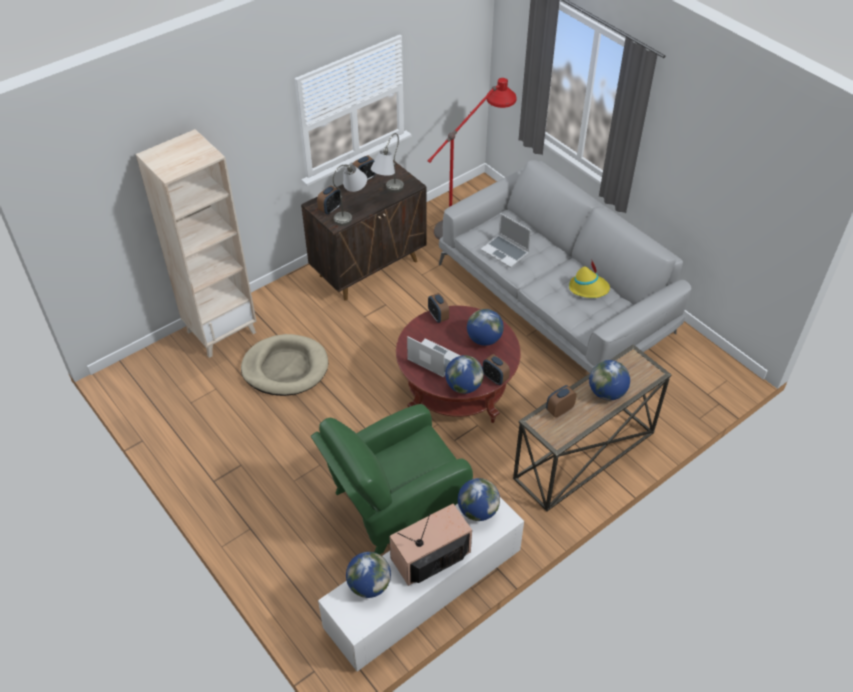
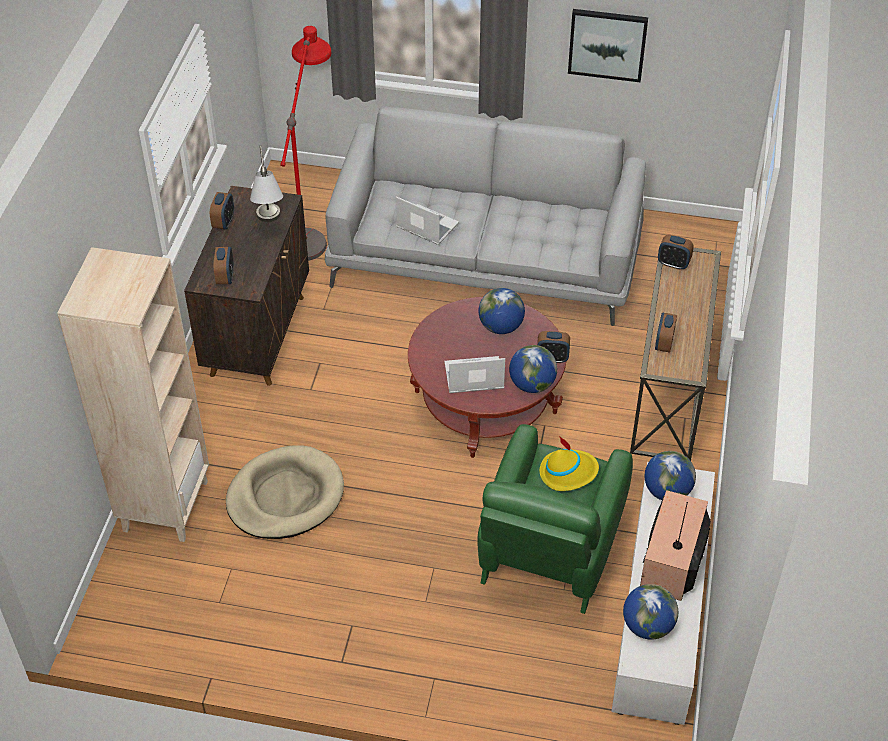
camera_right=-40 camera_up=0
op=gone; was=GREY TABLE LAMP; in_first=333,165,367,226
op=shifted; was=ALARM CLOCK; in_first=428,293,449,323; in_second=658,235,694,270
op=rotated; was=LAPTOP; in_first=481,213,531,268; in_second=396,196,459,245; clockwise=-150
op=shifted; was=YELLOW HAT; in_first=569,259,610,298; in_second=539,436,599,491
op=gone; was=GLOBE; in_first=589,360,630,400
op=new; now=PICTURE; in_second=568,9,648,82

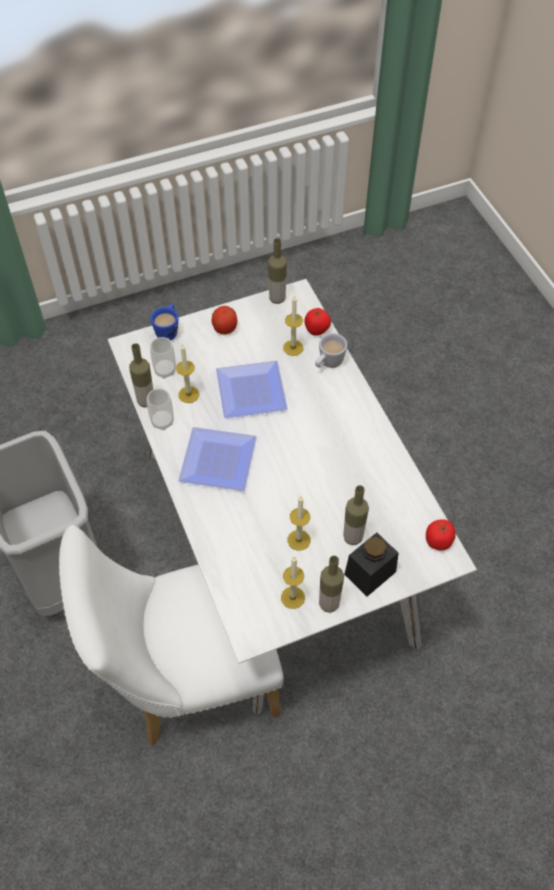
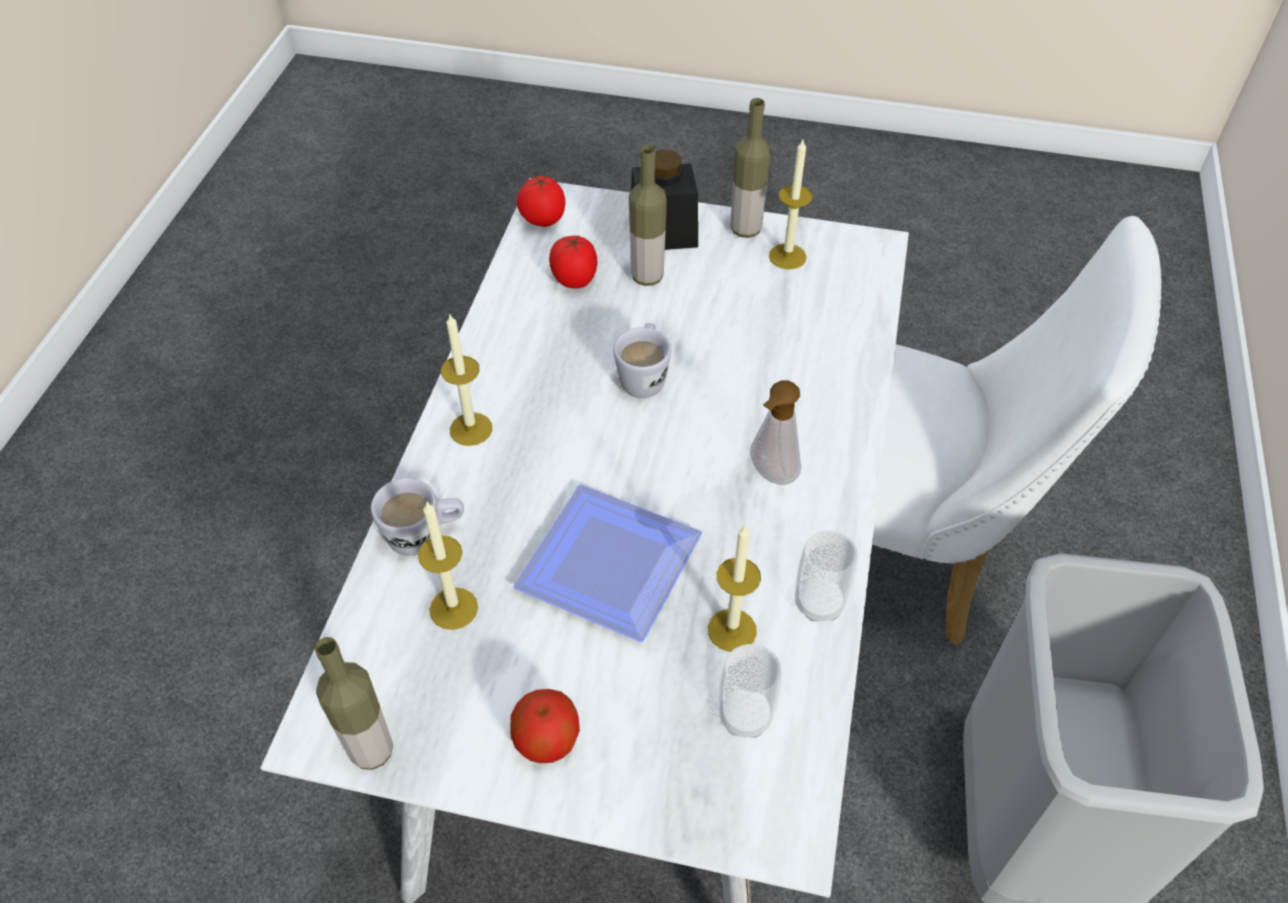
camera_right=-145 camera_up=-5
op=gone; was=BOTTLE; in_first=129,343,153,408
op=gone; was=BLUE MUG; in_first=151,304,178,340
op=swapped; was=PLATE; now=SOAP DISPENSER; in_first=178,427,257,491; in_second=750,380,801,485
op=shifted; was=CANDLE; in_first=287,496,311,551; in_second=441,313,492,446
op=shifted; was=TOMATO; in_first=304,308,331,336; in_second=549,235,598,289
op=new; now=WHITE MUG; in_second=613,323,671,398

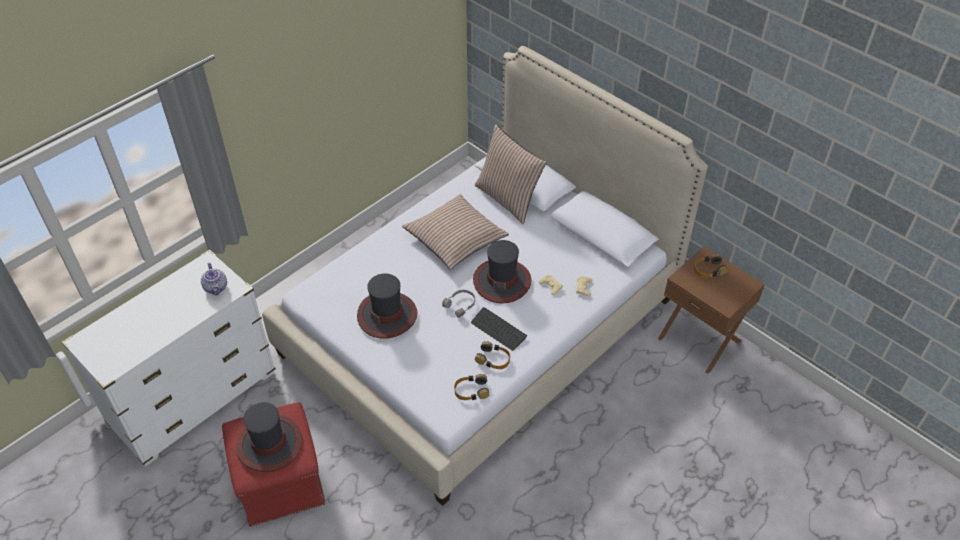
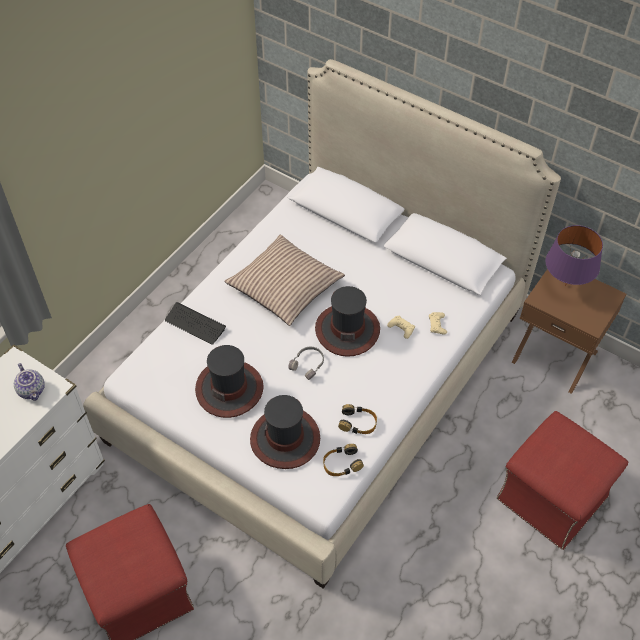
camera_right=-10 camera_up=5
op=shifted; was=HAT; in_first=236,402,302,472; in_second=250,395,320,469
op=shifted; was=KEYBOARD; in_first=471,307,527,351; in_second=165,302,226,344
op=gone; was=PILLOW; in_first=475,124,547,224
op=swapped; was=HEADPHONES; now=PURPLE TABLE LAMP; in_first=694,254,728,278; in_second=545,225,603,286
op=new; now=RED OTTOMAN; in_second=496,411,628,550

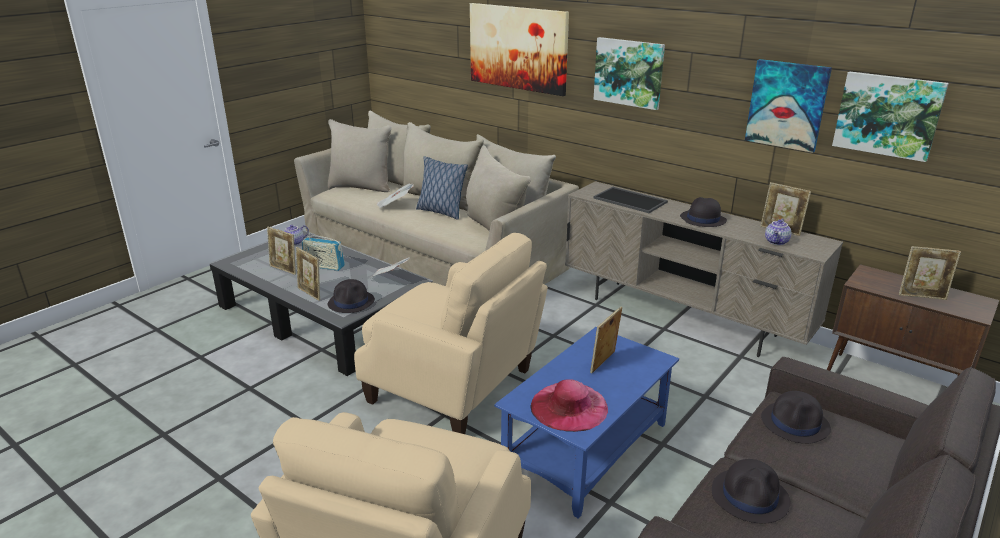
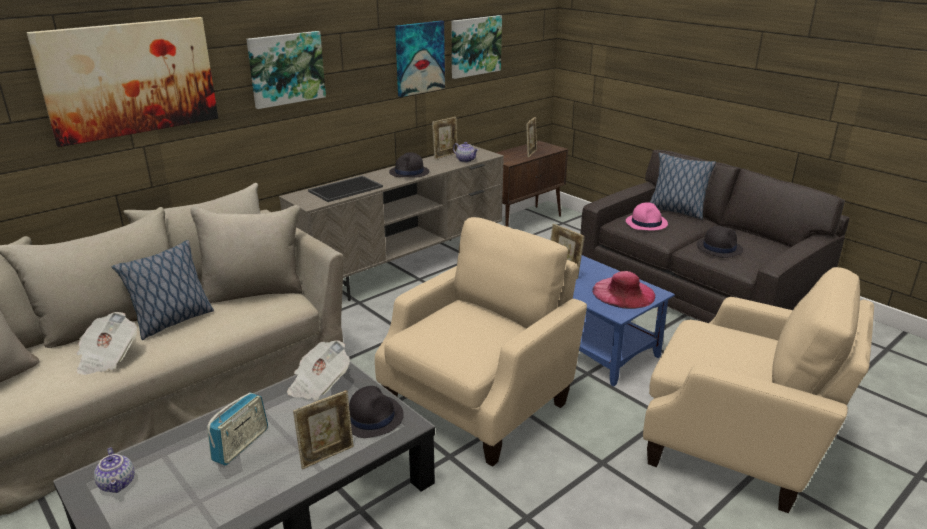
camera_right=-80 camera_up=0
op=gone; was=PICTURE FRAME; in_first=267,227,296,275
op=repainted; was=BLACK HAT; now=PINK HAT; in_first=761,391,831,444; in_second=626,202,668,230
op=new; now=PILLOW; in_second=650,153,716,220

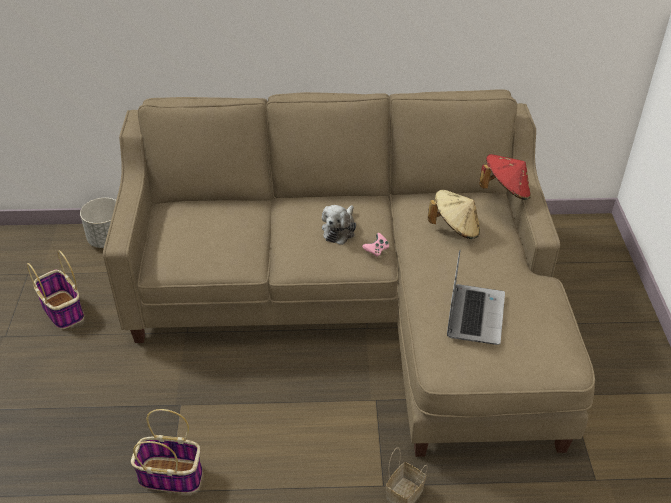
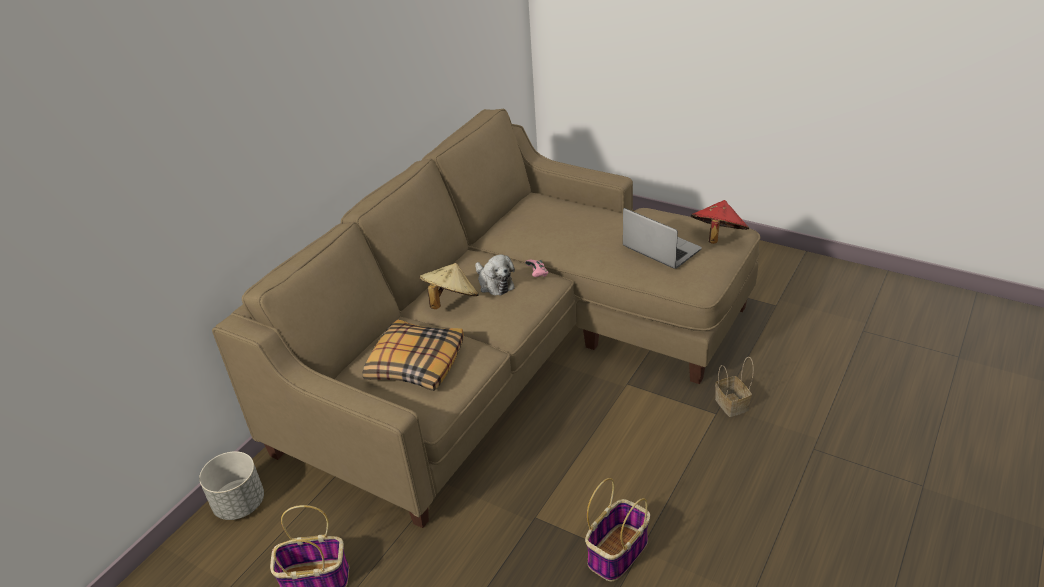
camera_right=-55 camera_up=-5
op=shifted; was=BEIGE HAT; in_first=428,190,480,239; in_second=419,263,479,309
op=shifted; was=RED HAT; in_first=479,154,531,200; in_second=691,200,749,244
op=new; now=PILLOW; in_second=363,319,463,391

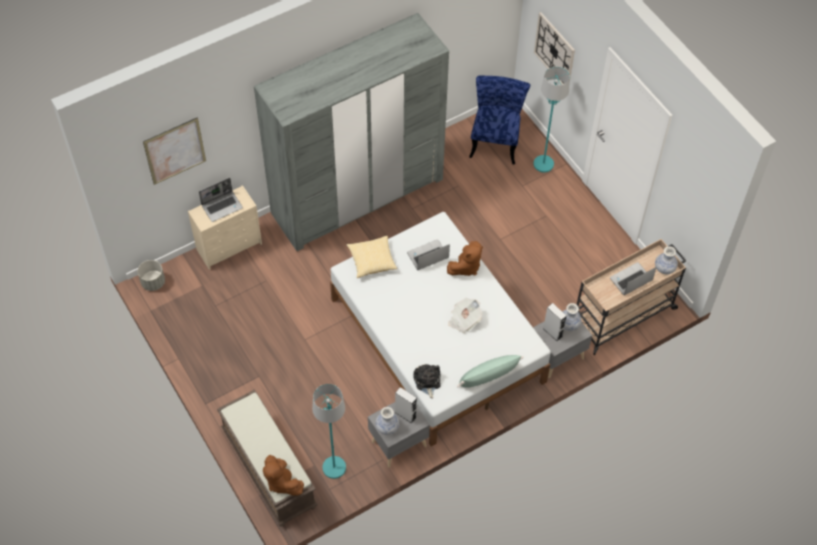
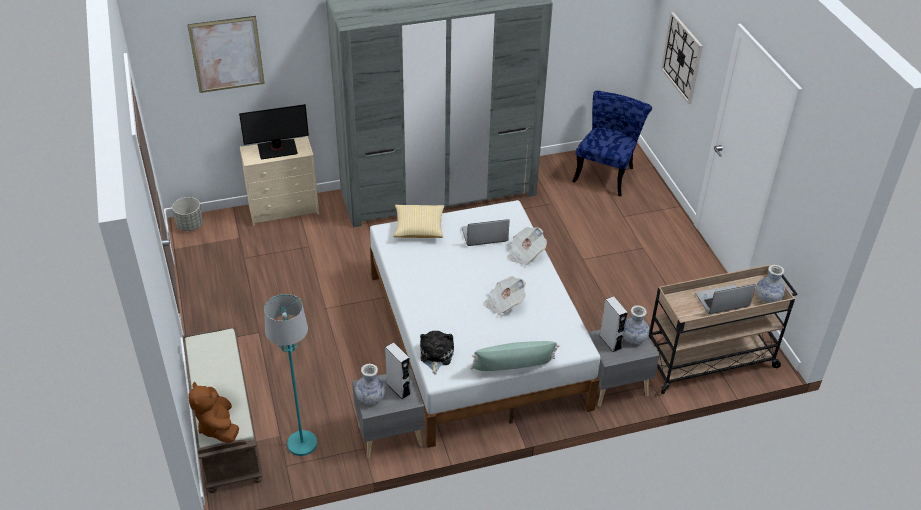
camera_right=15 camera_up=-15
op=swapped; was=LAPTOP; now=MONITOR; in_first=199,178,243,222; in_second=239,104,309,159
op=swapped; was=BROWN PLUSH TOY; now=NEWSPAPER; in_first=447,241,483,276; in_second=507,227,547,265
op=gone; was=TURQUOISE FLOOR LAMP; in_first=533,66,570,173

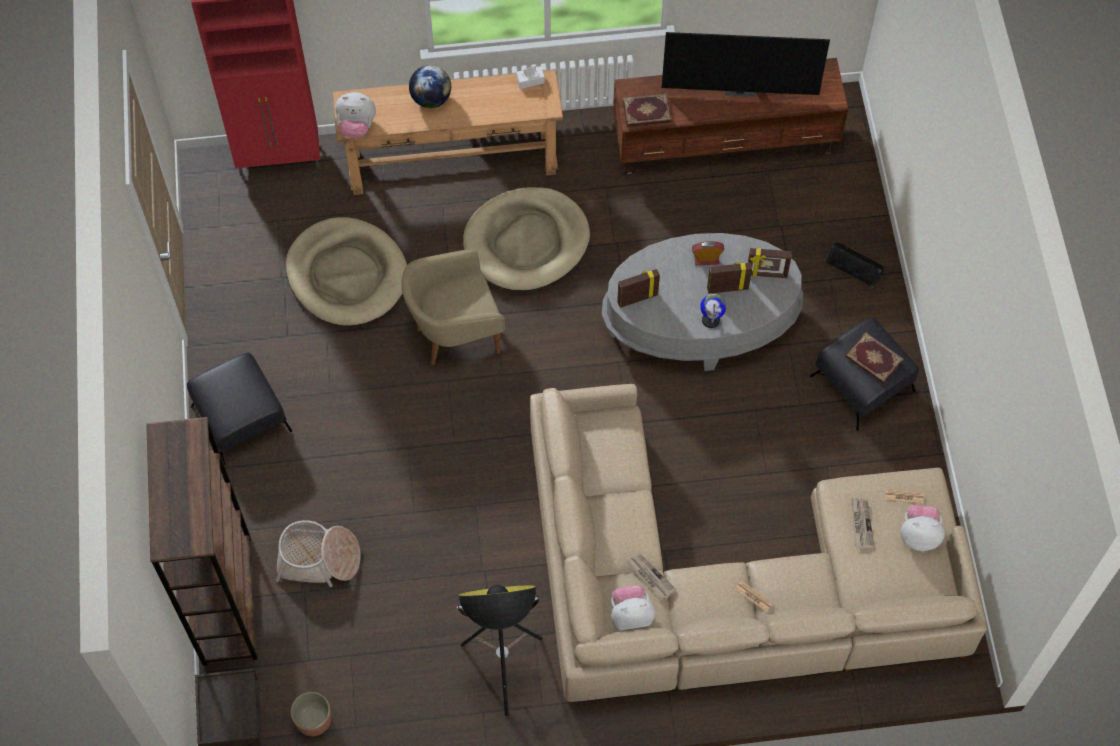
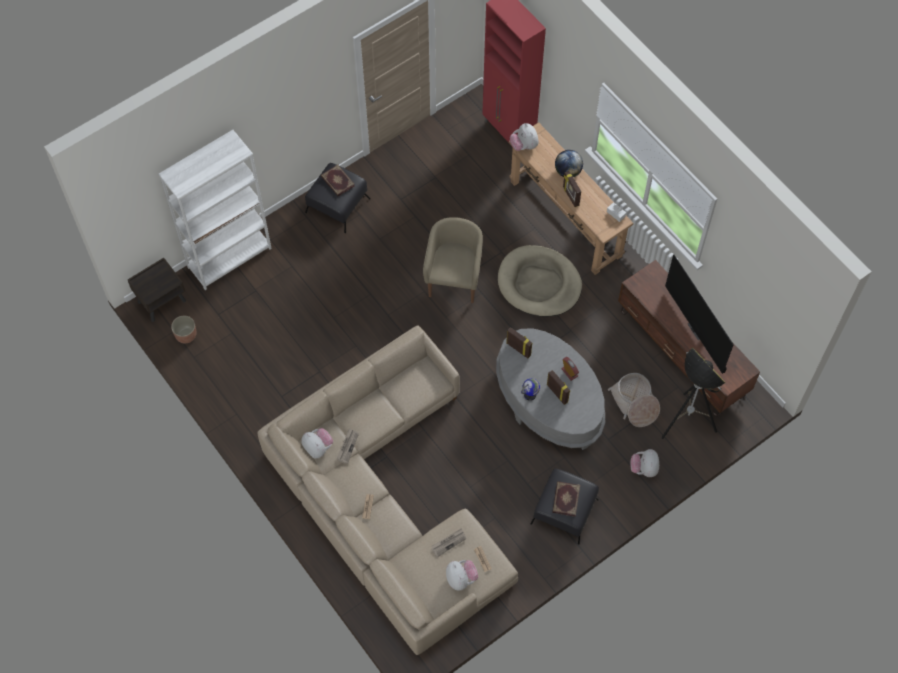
camera_right=60 camera_up=0
op=repainted; was=BROWN BOOKCASE; now=WHITE BOOKCASE; in_first=146,417,257,666; in_second=158,130,272,290
op=shifted; was=BASKET; in_first=275,520,361,587; in_second=608,373,660,427
op=gone; was=BEIGE DOG BED; in_first=286,217,407,326
op=rotated; was=BEIGE ARMCHAIR; in_first=401,249,505,365; in_second=423,217,483,303; clockwise=60
op=shifted; was=FLOOR LAMP; in_first=457,585,543,716; in_second=661,347,725,439
op=shifted; was=BOOK; in_first=623,93,672,127; in_second=321,165,355,196
op=shifted; was=PICTURE FRAME; in_first=748,248,792,278; in_second=563,171,581,207
op=swapped; was=BLACK SPEAKER; now=PLUSH TOY; in_first=825,242,885,288; in_second=630,449,659,477

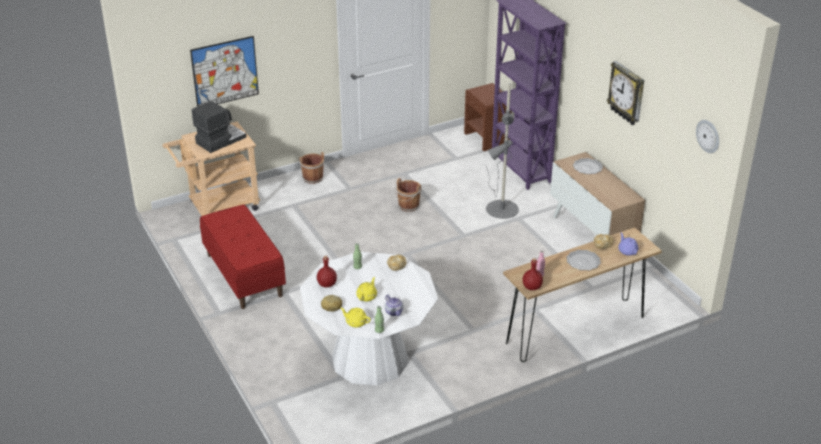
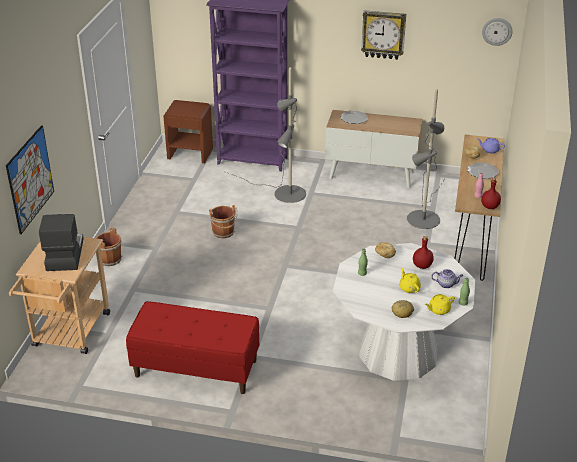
camera_right=-50 camera_up=0
op=shifted; was=RED BOTTLE; in_first=317,256,337,288; in_second=413,236,434,269
op=new; now=GREY FLOOR LAMP; in_second=407,89,445,229

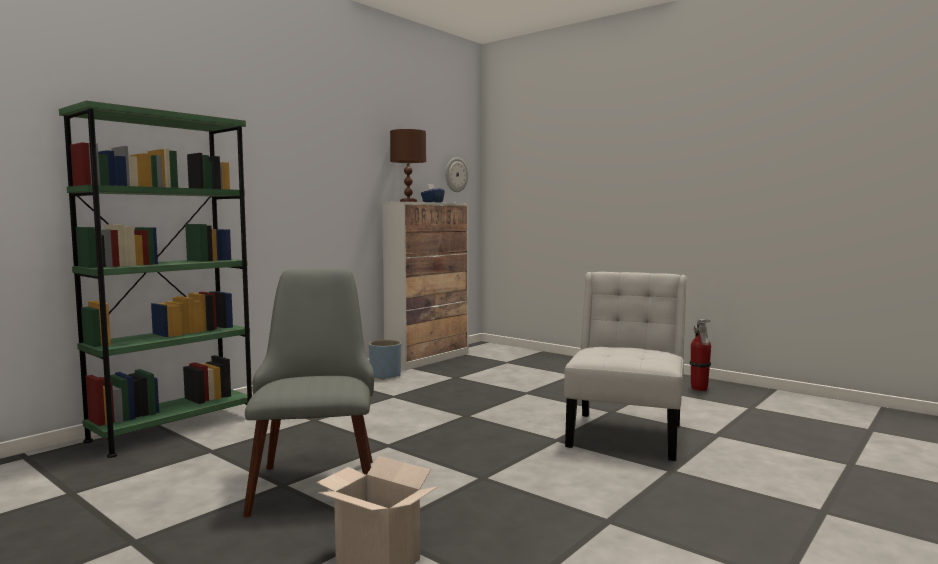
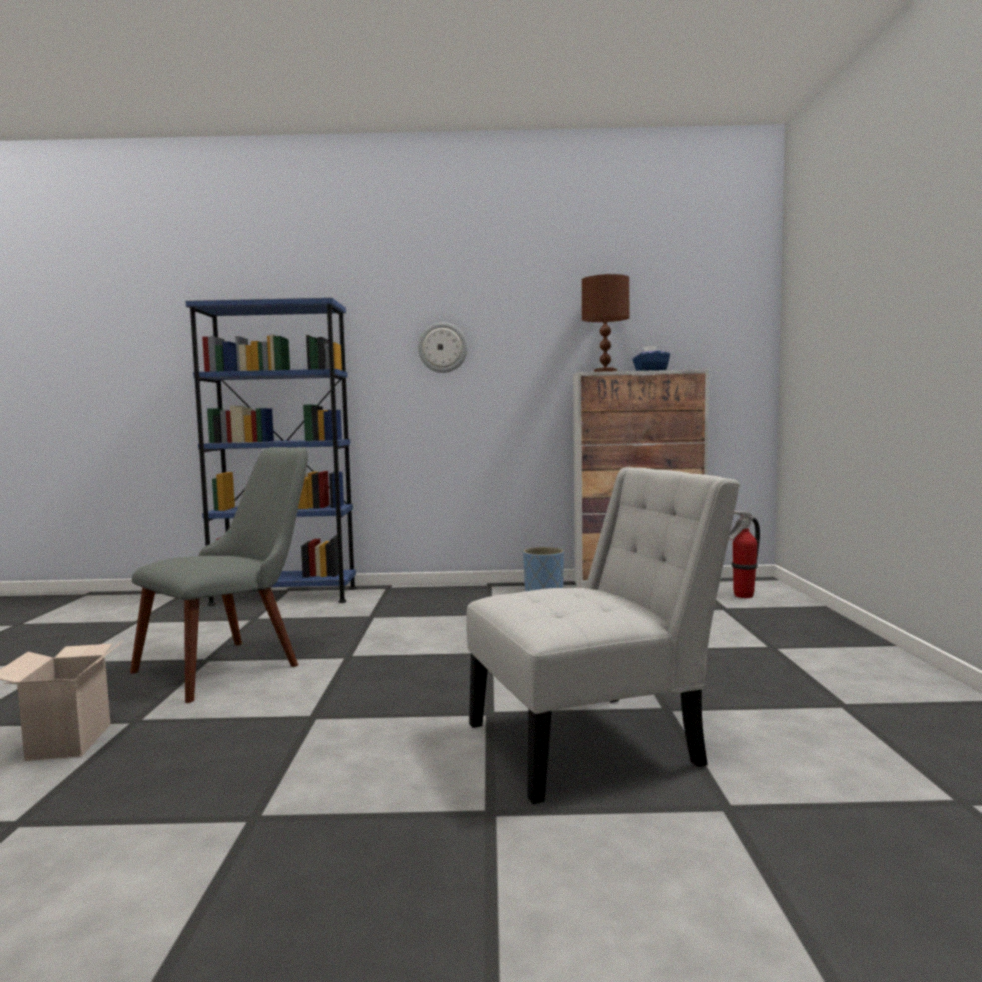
camera_right=50 camera_up=0
op=repainted; was=GREEN BOOKCASE; now=BLUE BOOKCASE; in_first=59,101,252,458; in_second=185,298,356,606
op=shifted; was=WALL CLOCK; in_first=445,157,468,192; in_second=418,322,468,373
op=shifted; was=FIRE EXTINGUISHER; in_first=689,319,711,391; in_second=729,511,760,598

